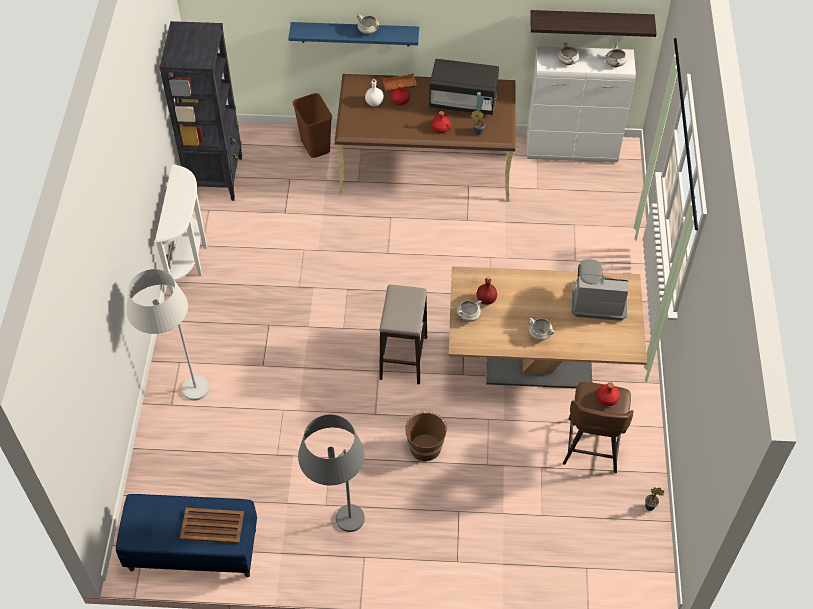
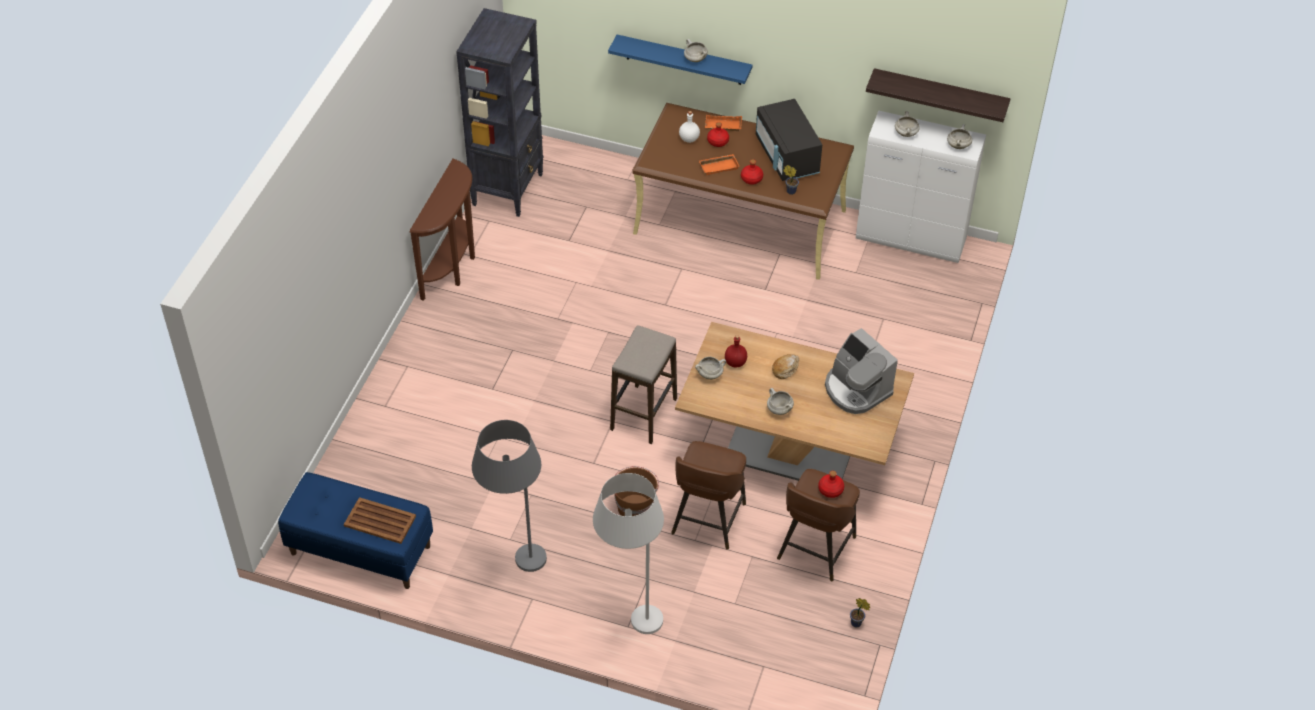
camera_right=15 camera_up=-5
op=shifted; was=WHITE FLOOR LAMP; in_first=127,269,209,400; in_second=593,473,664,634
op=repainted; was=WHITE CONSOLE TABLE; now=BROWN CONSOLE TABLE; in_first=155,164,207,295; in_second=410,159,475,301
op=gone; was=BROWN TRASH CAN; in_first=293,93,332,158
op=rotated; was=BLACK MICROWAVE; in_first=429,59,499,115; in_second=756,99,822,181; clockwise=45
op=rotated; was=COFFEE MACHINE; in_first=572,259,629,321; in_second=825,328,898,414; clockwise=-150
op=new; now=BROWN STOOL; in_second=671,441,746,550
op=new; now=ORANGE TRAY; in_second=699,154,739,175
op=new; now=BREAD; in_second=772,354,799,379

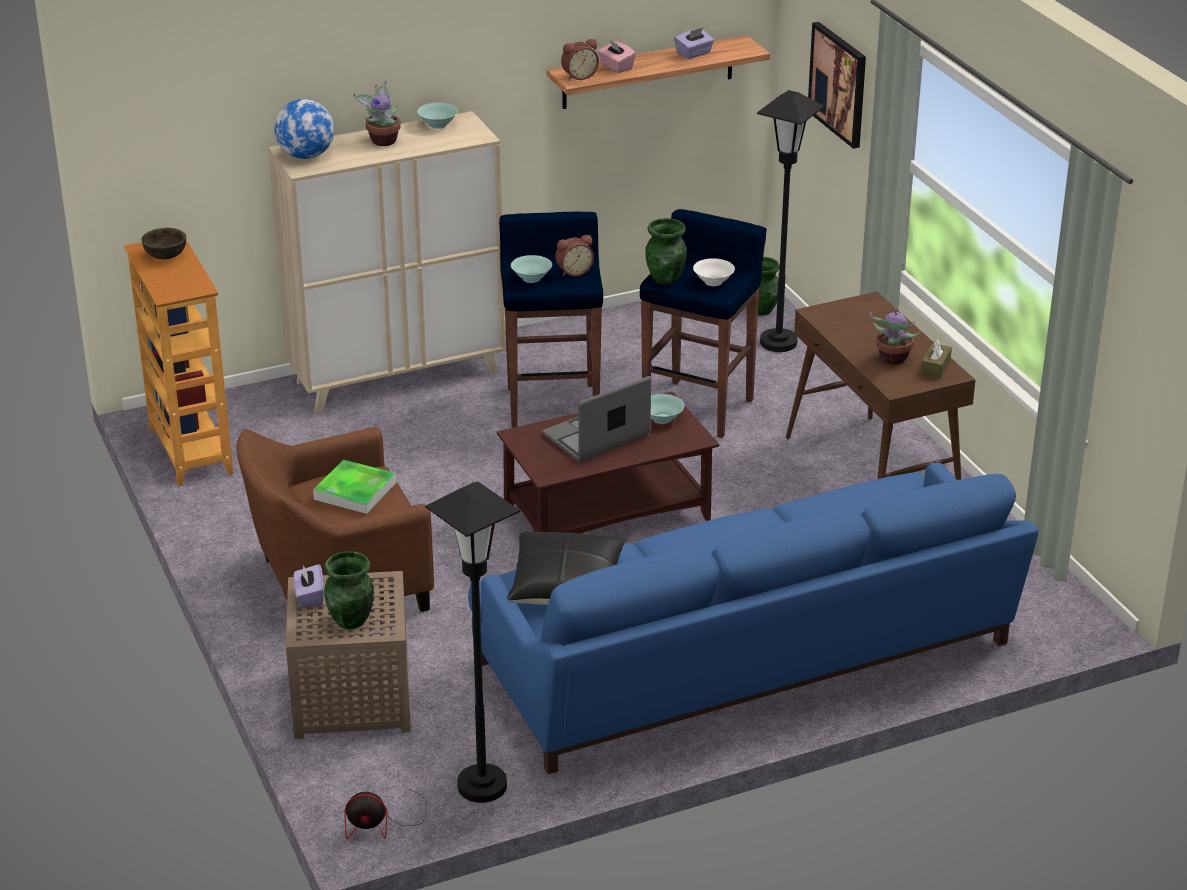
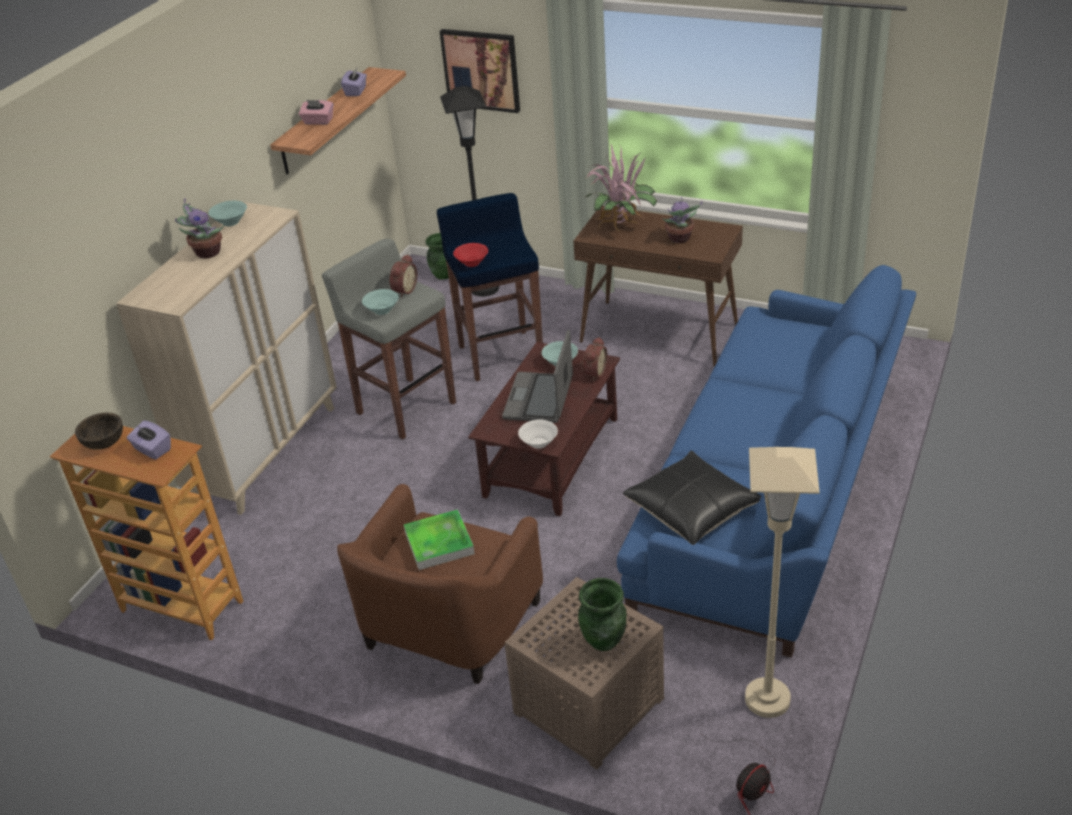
camera_right=-40 camera_up=5
op=gone; was=GLOBE; in_first=274,99,334,159
op=shifted; was=PURPLE TISSUE BOX; in_first=293,564,324,608; in_second=127,421,171,460
op=repainted; was=BLACK FLOOR LAMP; now=BEIGE FLOOR LAMP; in_first=425,482,520,803; in_second=745,447,820,718
op=repainted; was=BLUE STOOL; now=GREY STOOL; in_first=499,212,603,428; in_second=322,239,456,440
op=shifted; was=ALARM CLOCK; in_first=561,39,599,80; in_second=581,337,607,381
op=swapped; was=GREEN VASE; now=RED BOWL; in_first=645,218,687,285; in_second=453,243,488,267
op=shifted; was=WHITE BOWL; in_first=693,258,735,286; in_second=518,419,558,449
op=gone; was=BROWN TISSUE BOX; in_first=921,339,952,379
op=new; now=POTTED PLANT; in_second=586,143,657,230

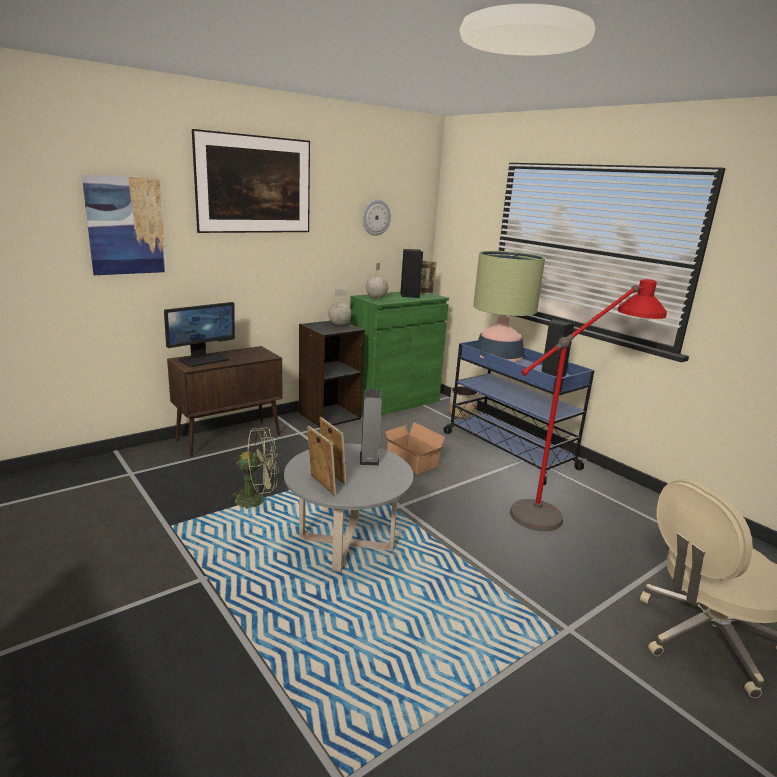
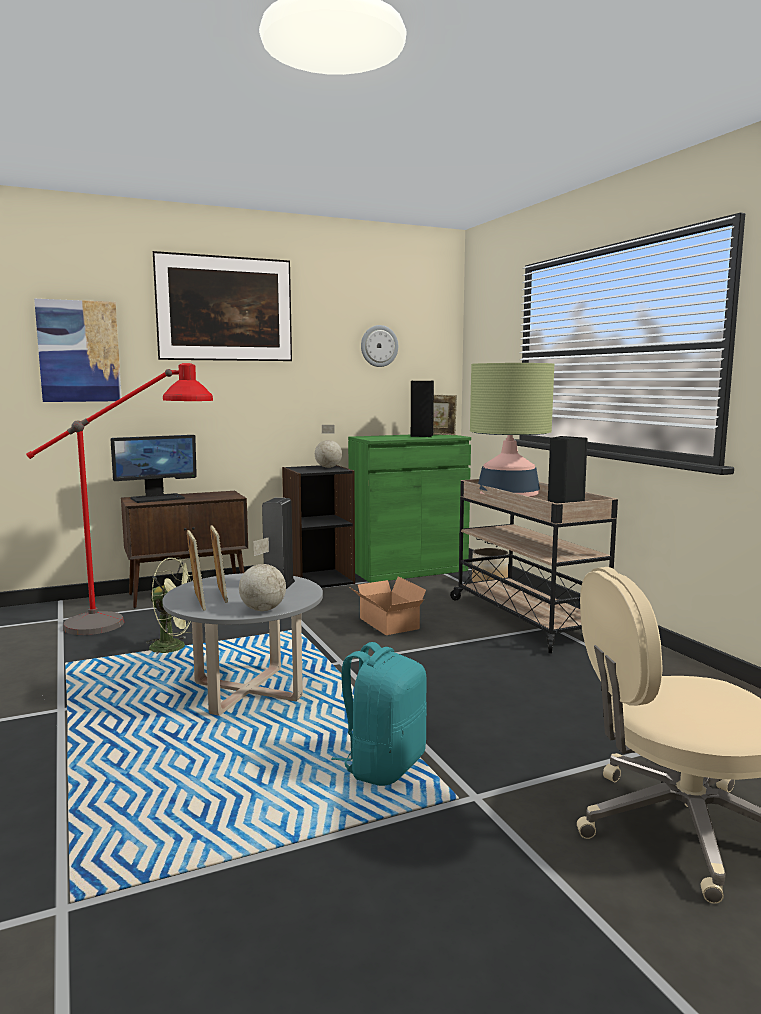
camera_right=15 camera_up=-10
op=shifted; was=GLOBE; in_first=366,263,388,298; in_second=239,538,286,611
op=repainted; was=BLUE CART; now=BEIGE CART; in_first=443,340,594,485; in_second=450,479,618,653
op=shifted; was=RED FLOOR LAMP; in_first=510,279,667,531; in_second=26,363,213,635
op=new; now=TURQUOISE BACKPACK; in_second=331,642,427,786

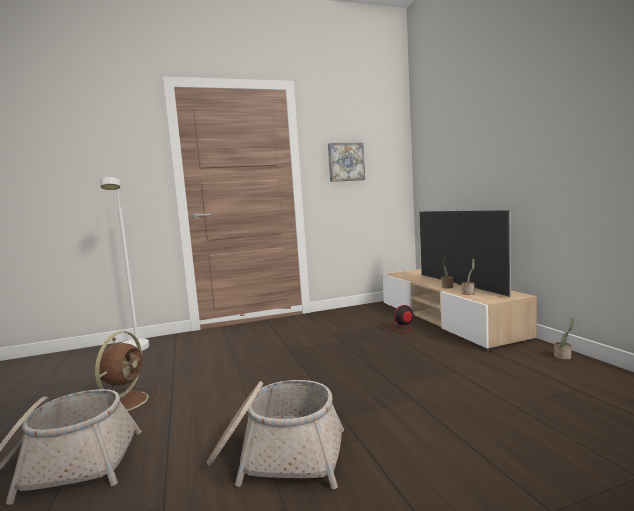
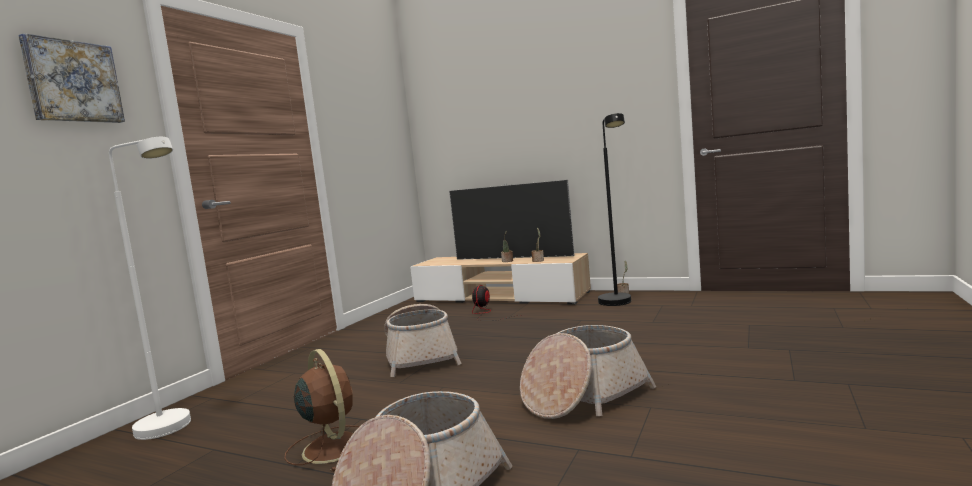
camera_right=-45 camera_up=0
op=shifted; was=PICTURE; in_first=328,143,365,182; in_second=18,33,125,123
op=new; now=BASKET; in_second=384,304,462,377
op=new; now=BLACK FLOOR LAMP; in_second=598,113,631,306

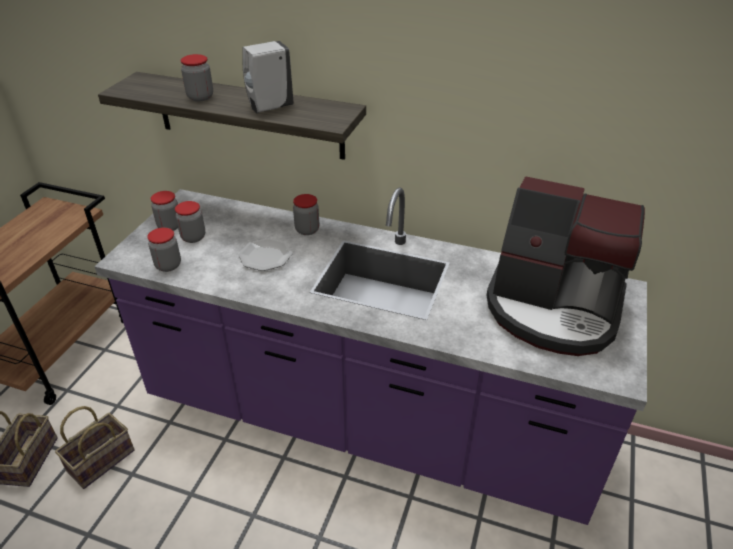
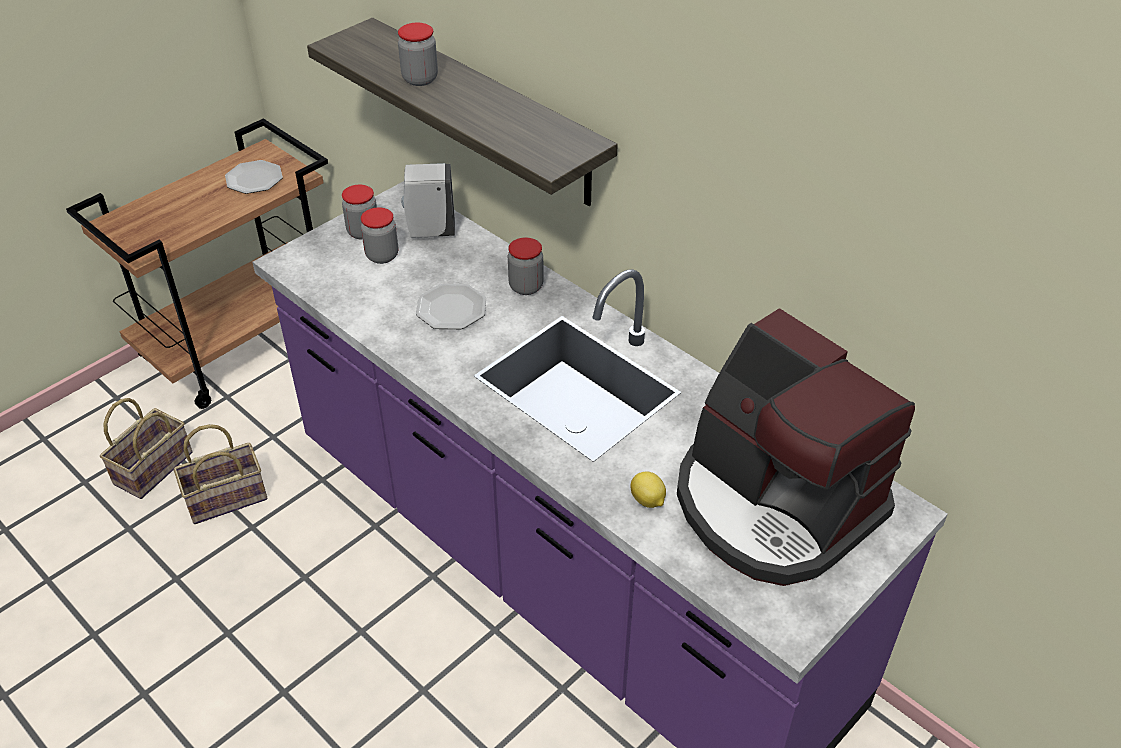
camera_right=25 camera_up=5
op=gone; was=JAR; in_first=147,228,181,272
op=shifted; was=WHITE SOAP DISPENSER; in_first=242,41,294,113; in_second=401,163,455,238
op=new; now=PLATE; in_second=225,160,283,194
op=new; now=LEMON; in_second=630,472,666,508

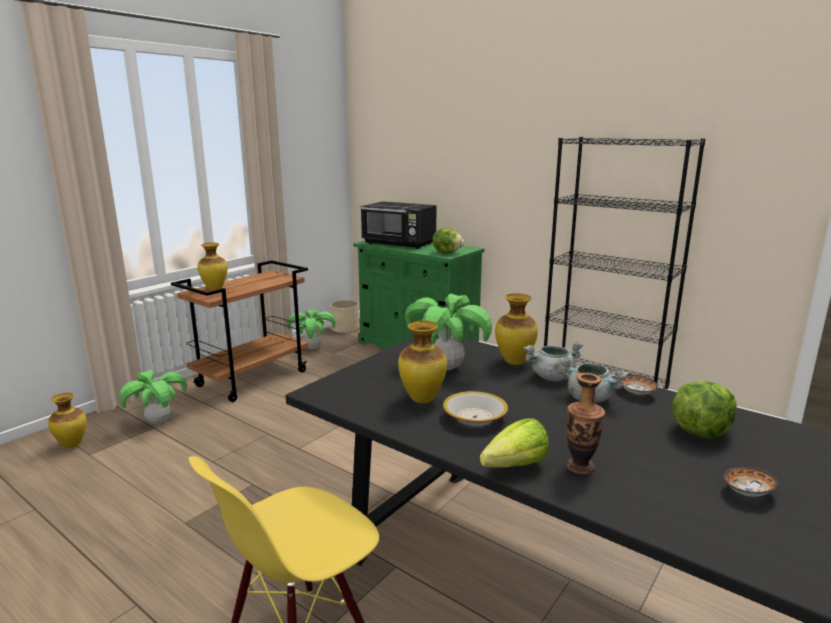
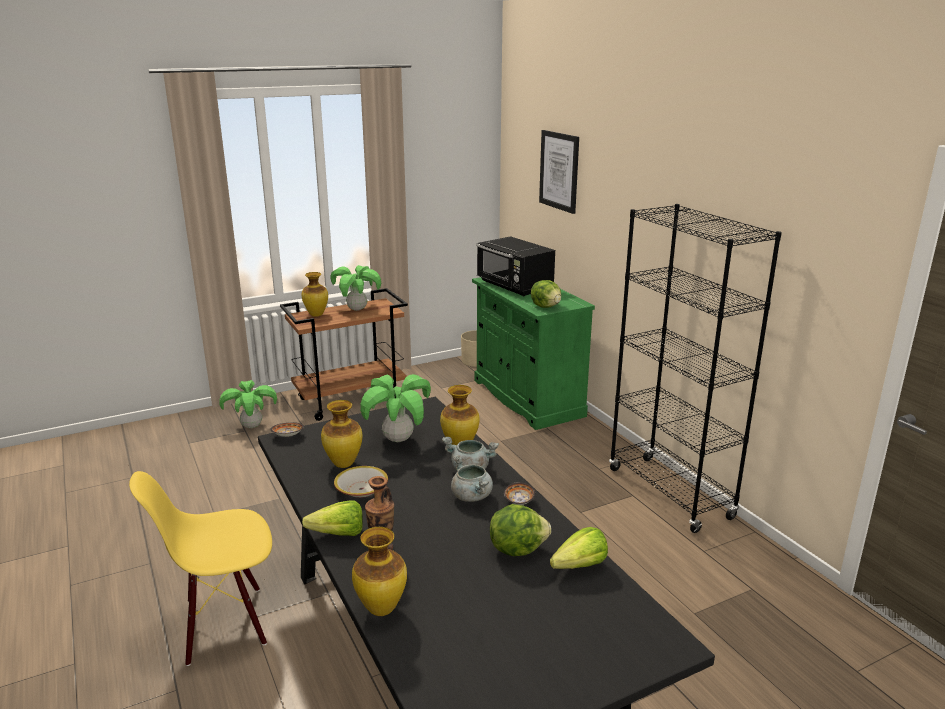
camera_right=25 camera_up=5
op=shifted; was=VASE; in_first=48,393,87,448; in_second=352,527,407,616
op=shifted; was=POTTED PLANT; in_first=287,310,336,350; in_second=331,265,381,311
op=shifted; was=BOWL; in_first=723,467,779,497; in_second=270,422,304,437
op=new; now=PICTURE; in_second=539,130,579,214
op=new; now=LETTUCE; in_second=550,527,608,569

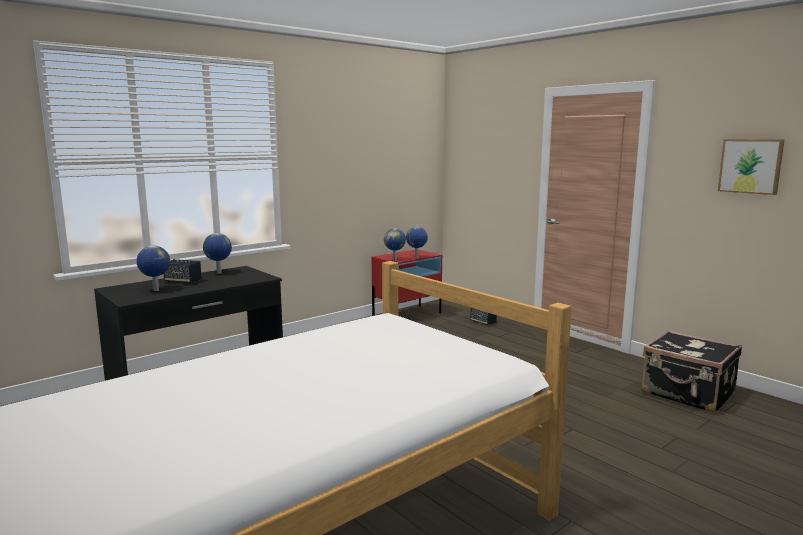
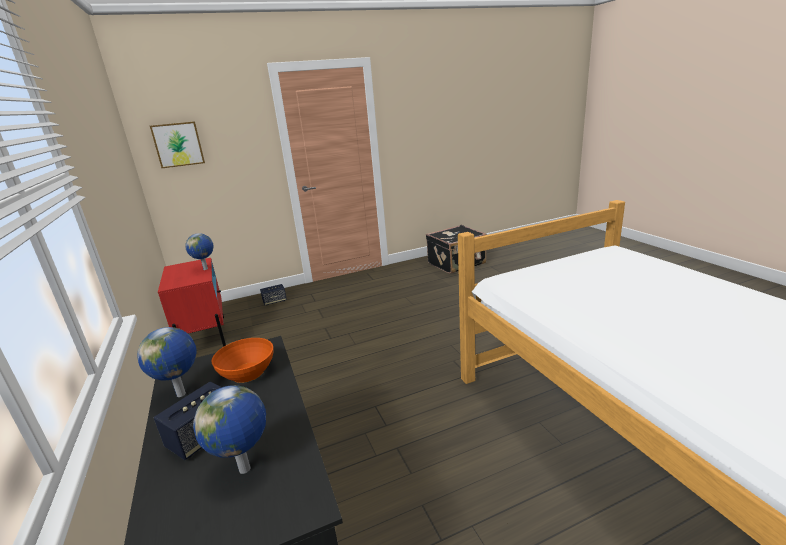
camera_right=-70 camera_up=10
op=gone; was=GLOBE; in_first=384,228,406,261
op=shifted; was=PICTURE; in_first=718,139,785,195; in_second=150,121,205,168
op=new; now=ORANGE BOWL; in_second=212,338,273,383

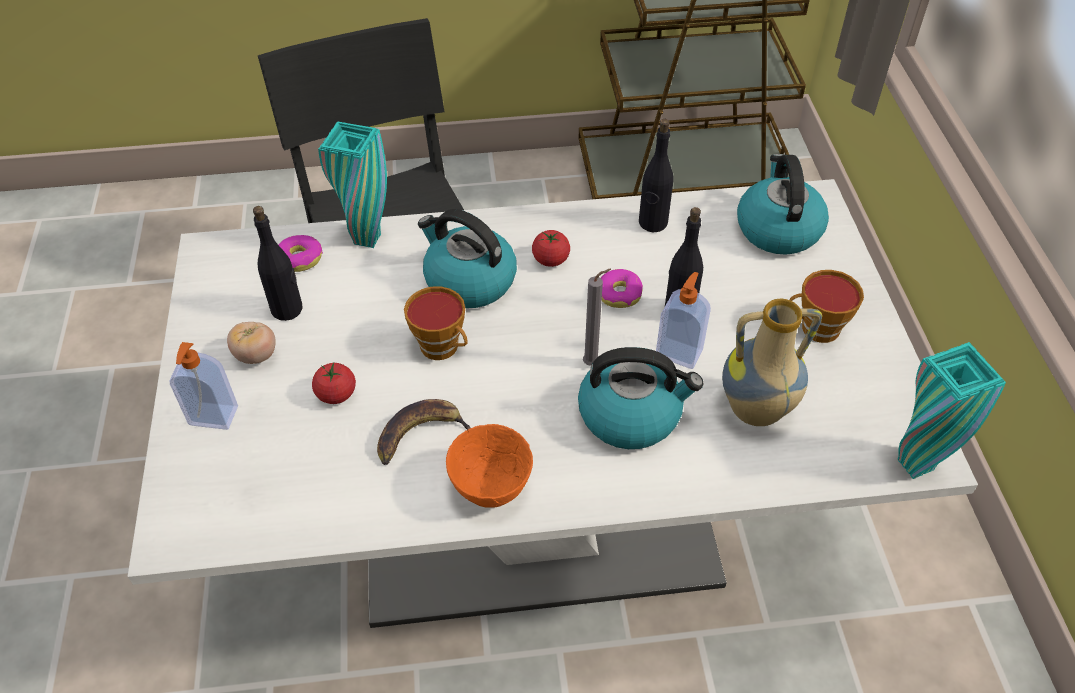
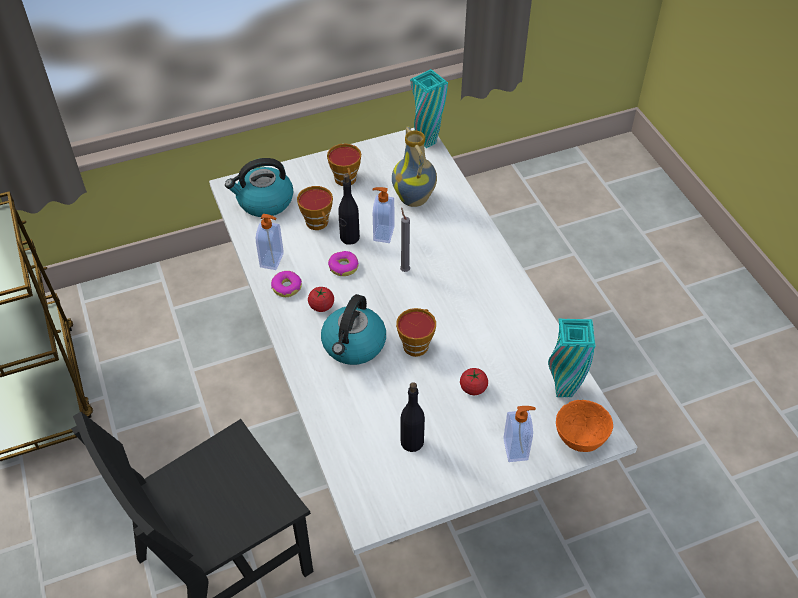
camera_right=-105 camera_up=0
op=gone; was=TOMATO; in_first=227,322,276,364
op=shifted; was=DONUT; in_first=279,235,323,272; in_second=271,271,302,297
op=shifted; was=TURQUOISE VASE; in_first=318,121,387,248; in_second=548,319,595,397
op=gone; was=BANANA; in_first=377,399,470,465
op=shifted; was=ORANGE BOWL; in_first=446,424,533,508; in_second=556,400,613,452
op=gone; was=KETTLE; in_first=578,347,703,449
op=swapped; was=BLACK BOTTLE; now=SOAP DISPENSER; in_first=639,119,674,232; in_second=256,214,284,270
op=new; now=CUP; in_second=297,186,333,230

